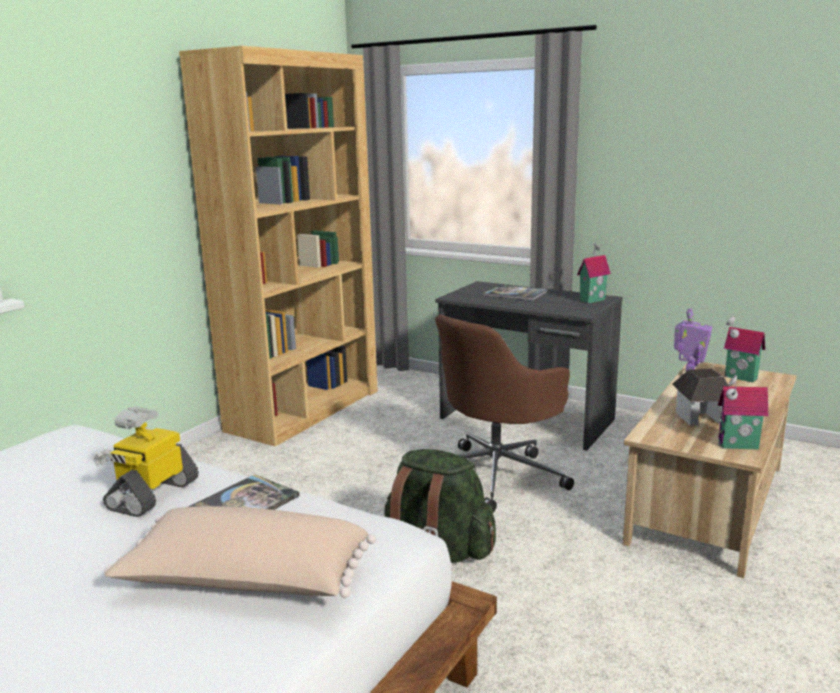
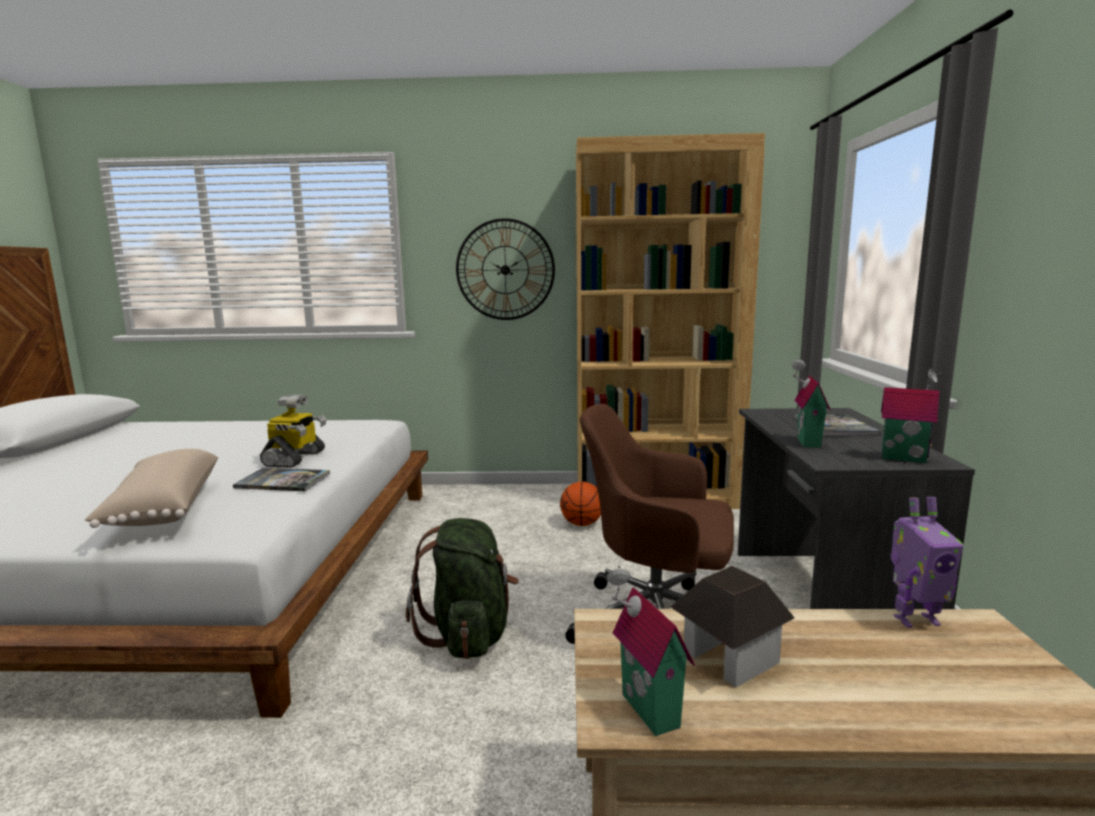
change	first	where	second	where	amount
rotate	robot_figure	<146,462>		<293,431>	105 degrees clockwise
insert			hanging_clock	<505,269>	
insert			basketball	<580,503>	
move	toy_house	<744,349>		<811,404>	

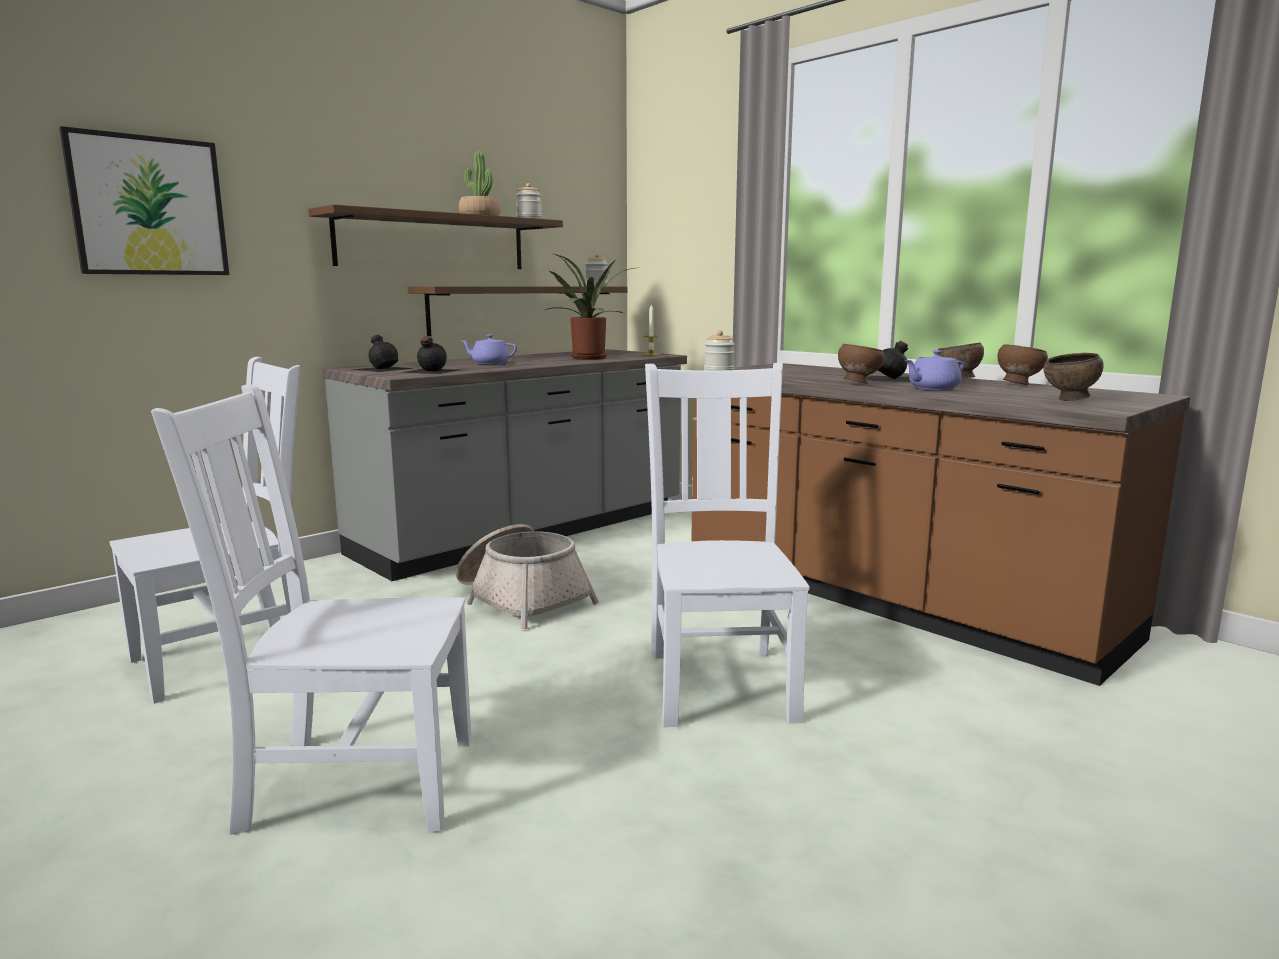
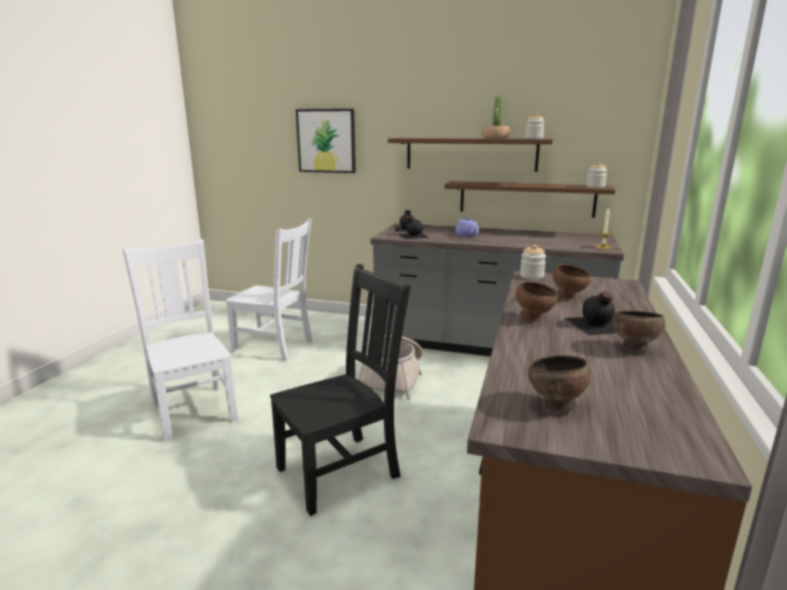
change	first	where	second	where	amount
recolor	white-coloured_chair	<727,545>	black-coloured_chair	<340,390>	
move	brown-coloured_serving_bowl	<1022,364>		<572,282>	
delete	plant_in_a_pot	<589,307>			
delete	purple-coloured_teapot	<934,370>			

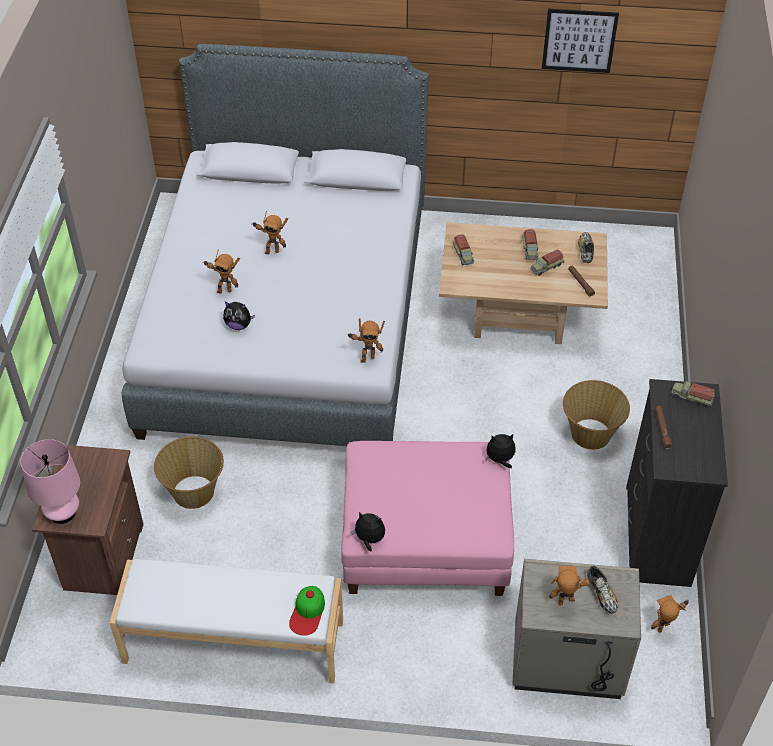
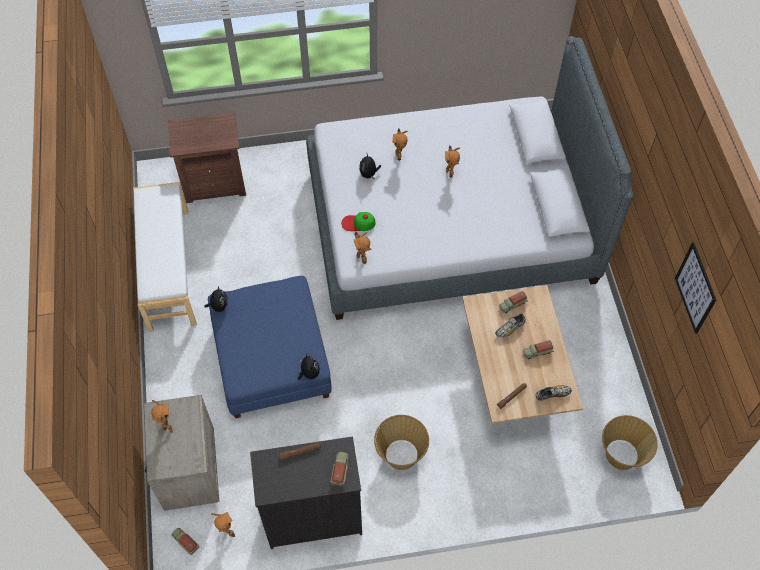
change	first	where	second	where	amount
move	toy_truck	<547,262>		<186,542>	
recolor	pink_pouffe	<427,518>	blue_pouffe	<270,347>	
move	peaked_cap	<307,611>		<358,221>	
move	item_of_footwear	<602,590>		<510,325>	
move	household_basket	<189,473>		<630,442>	
delete	pink_lamp_for_a_table	<50,481>			

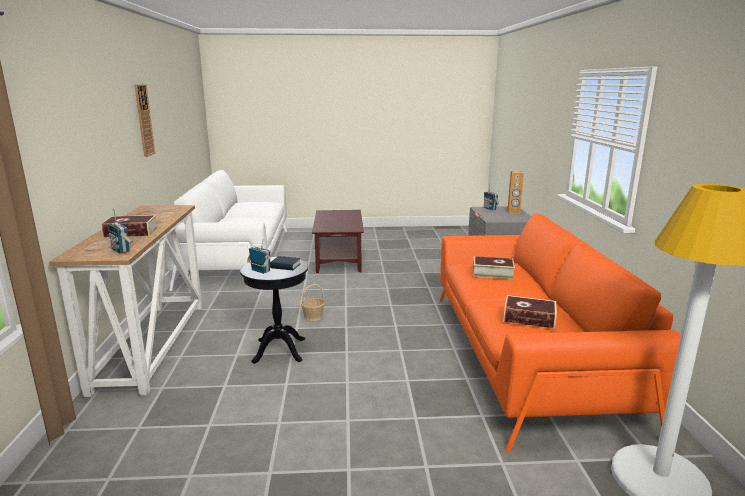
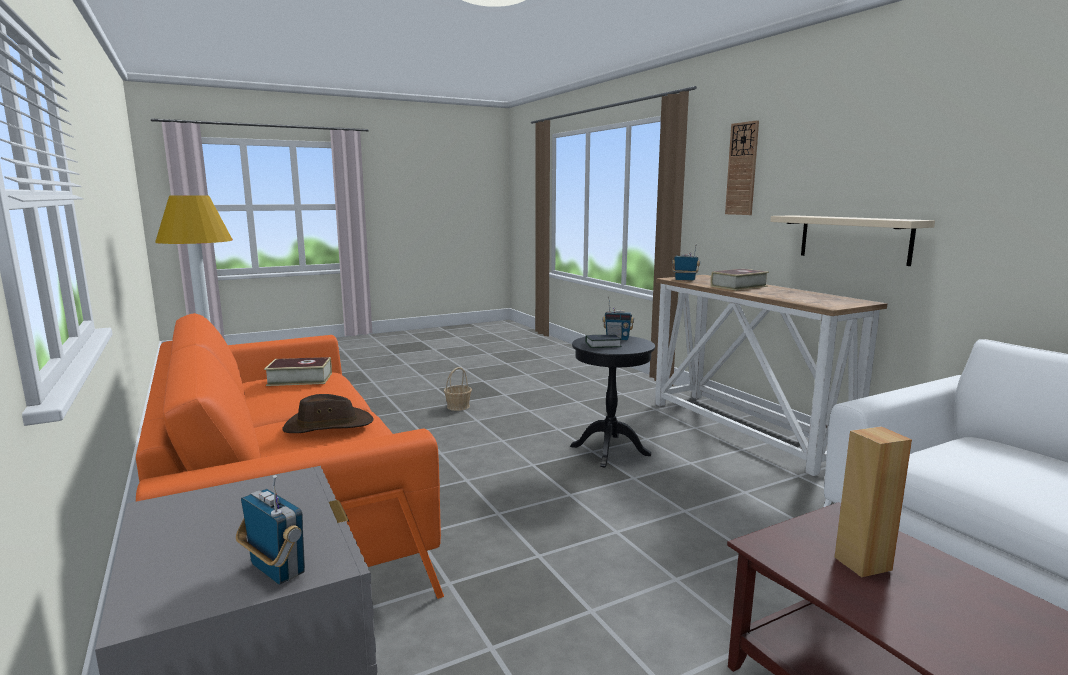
change	first	where	second	where	amount
replace	bound_book	<494,267>	brown-coloured_wearable_hat	<328,413>	
move	household_basket	<313,302>		<458,389>	
move	hanging_clock	<144,120>		<742,167>	
insert			sand-coloured_bracket_shelf	<852,240>	
move	brown-coloured_loudspeaker	<515,192>		<873,501>	

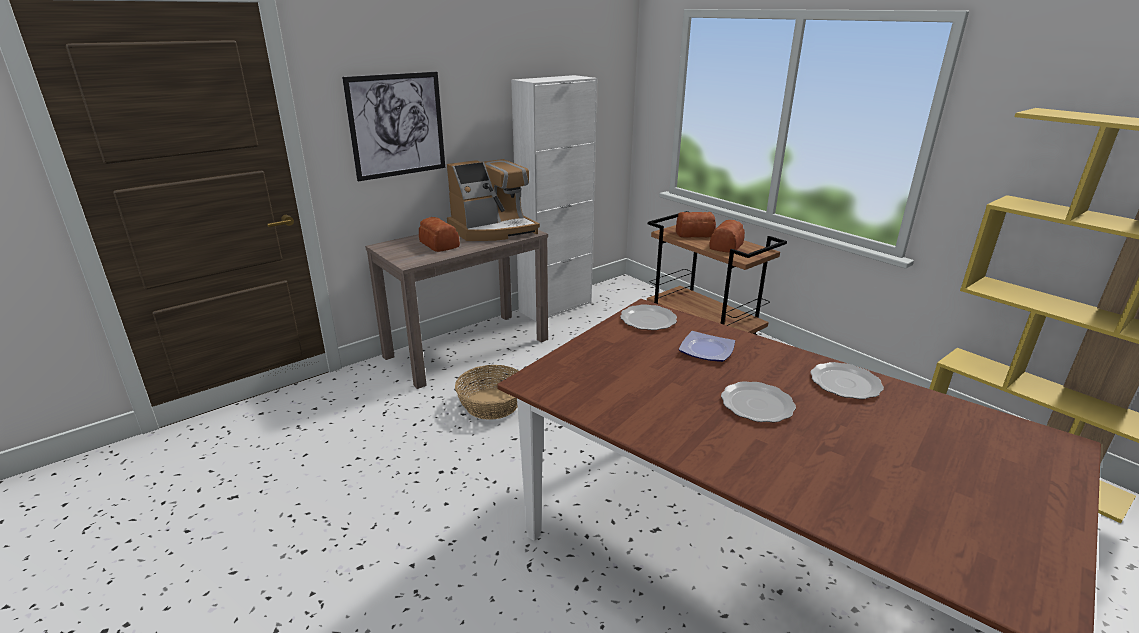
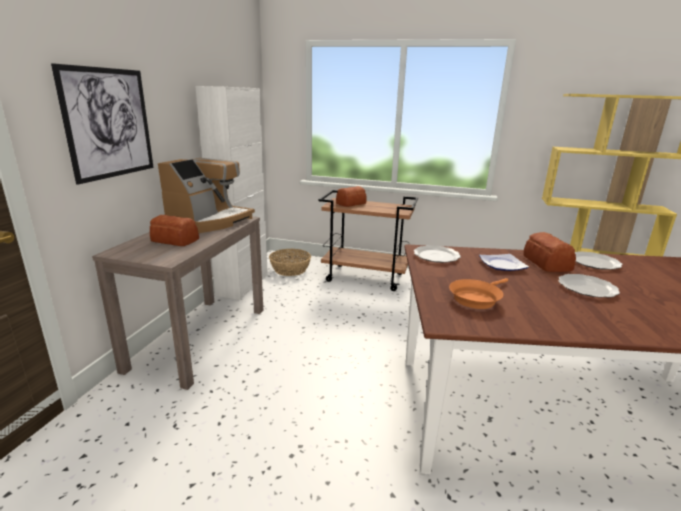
change	first	where	second	where	amount
move	household_basket	<486,392>		<290,262>	
insert			orangey_frying_pan	<478,293>	
move	bread	<727,236>		<549,252>	

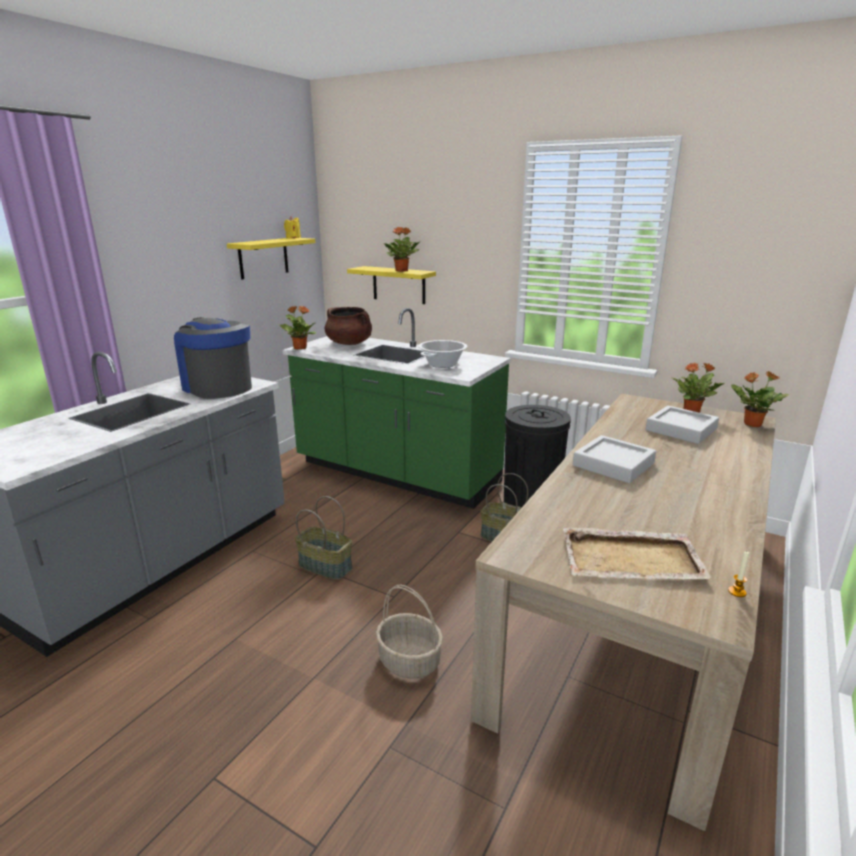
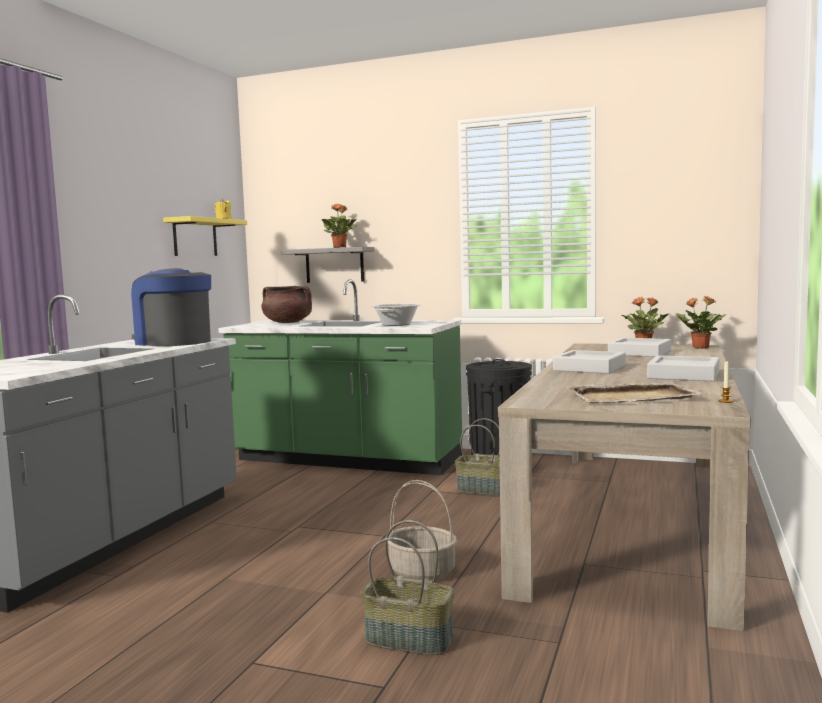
change	first	where	second	where	amount
recolor	yellow-coloured_bracket_shelf	<391,285>	greyish_bracket_shelf	<328,265>	
move	household_basket	<323,538>		<407,587>	
insert			greyish_serving_tray	<683,368>	
delete	plant_in_a_pot	<297,328>			

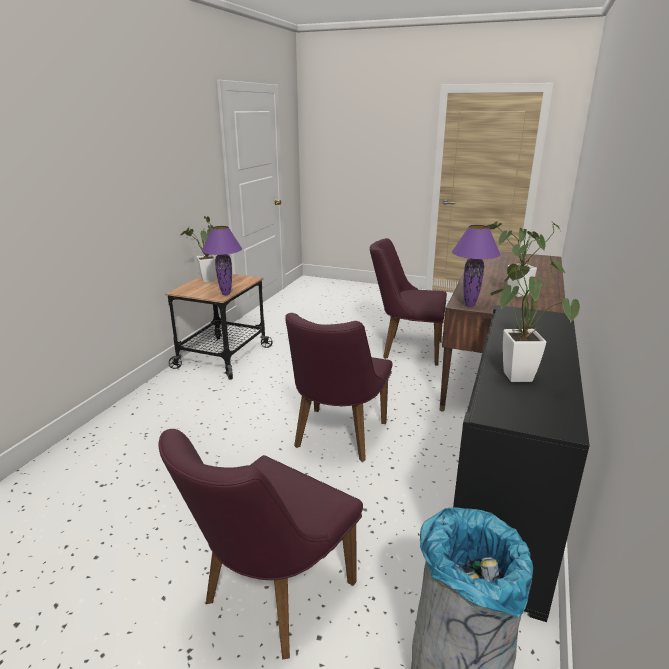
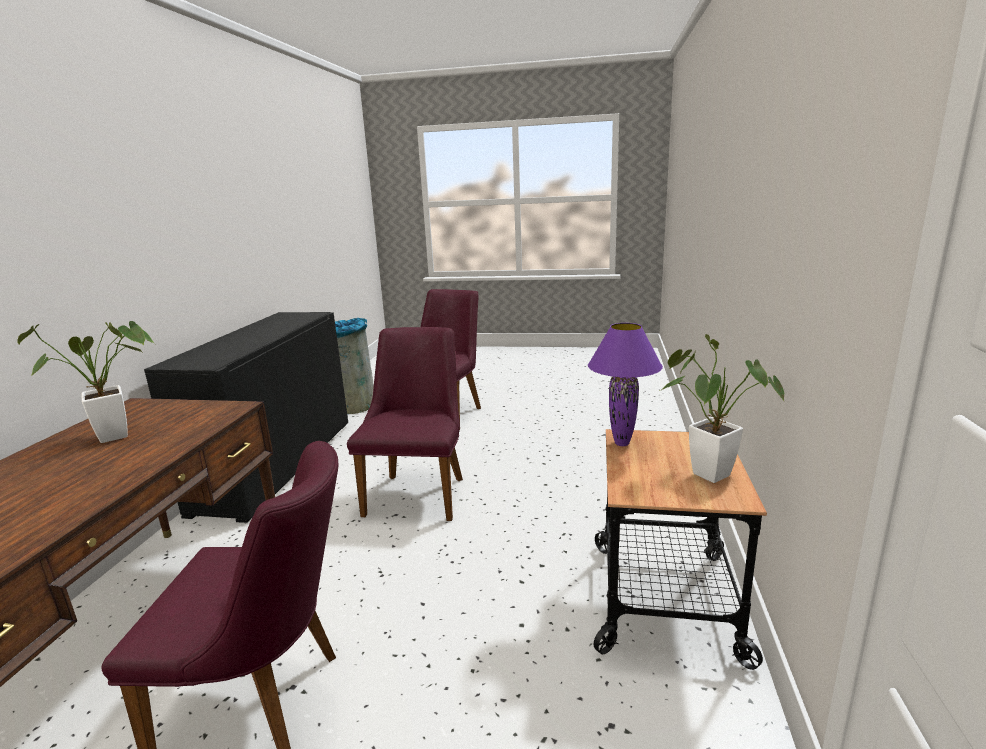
change	first	where	second	where	amount
delete	purple-coloured_lamp_for_a_table	<476,266>			
delete	plant_in_a_pot	<535,319>			

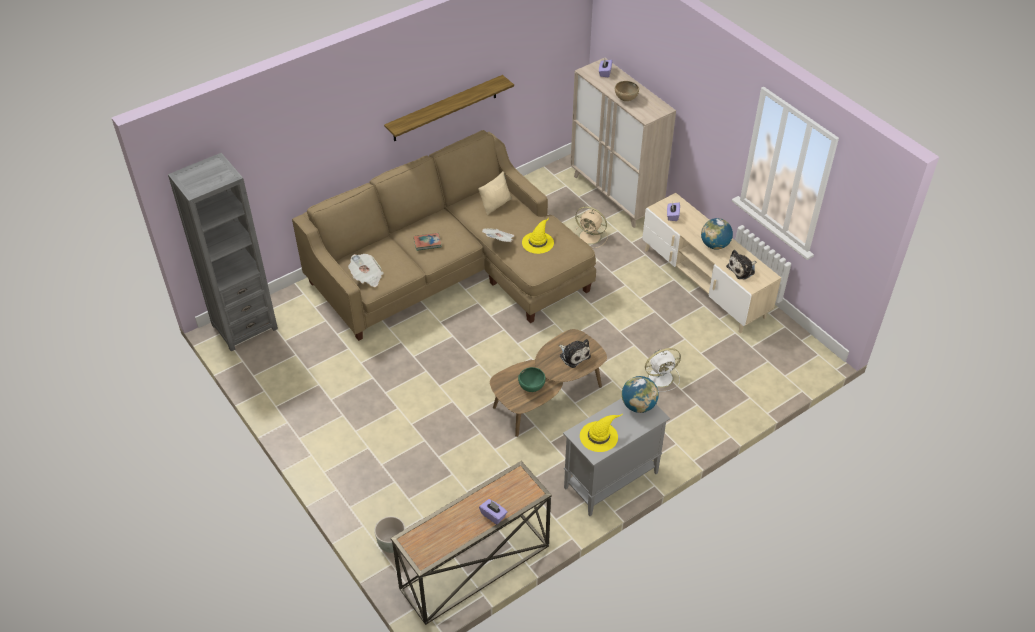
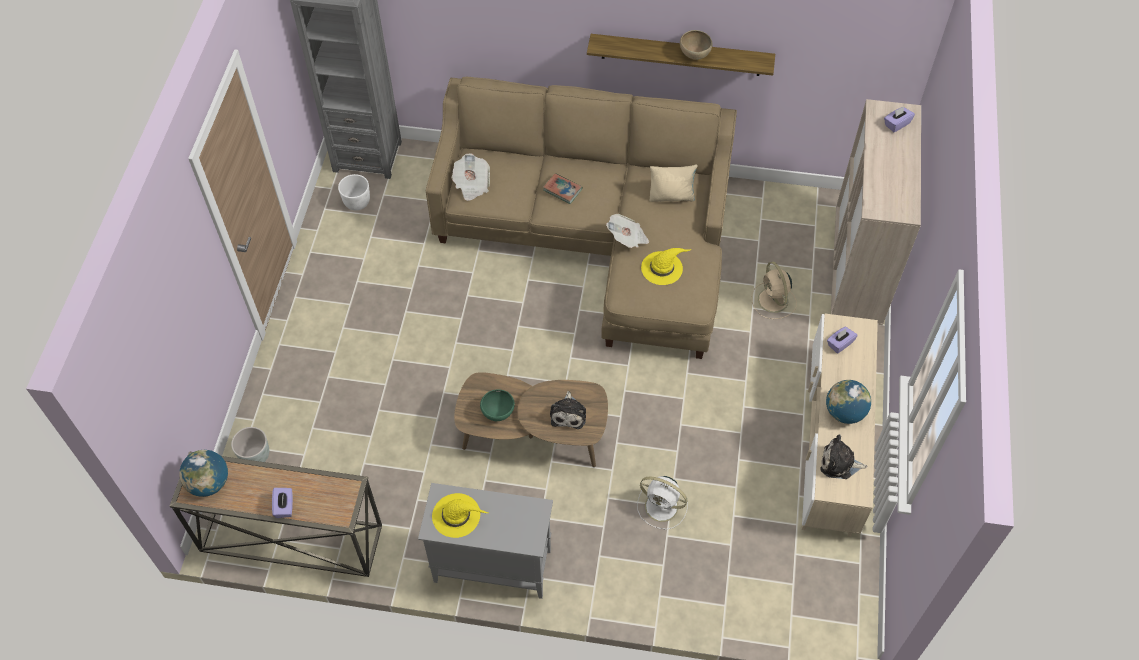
change	first	where	second	where	amount
move	desk_globe	<640,394>		<203,473>	
insert			white-coloured_planter	<354,192>	
move	brown-coloured_serving_bowl	<627,91>		<696,45>	

